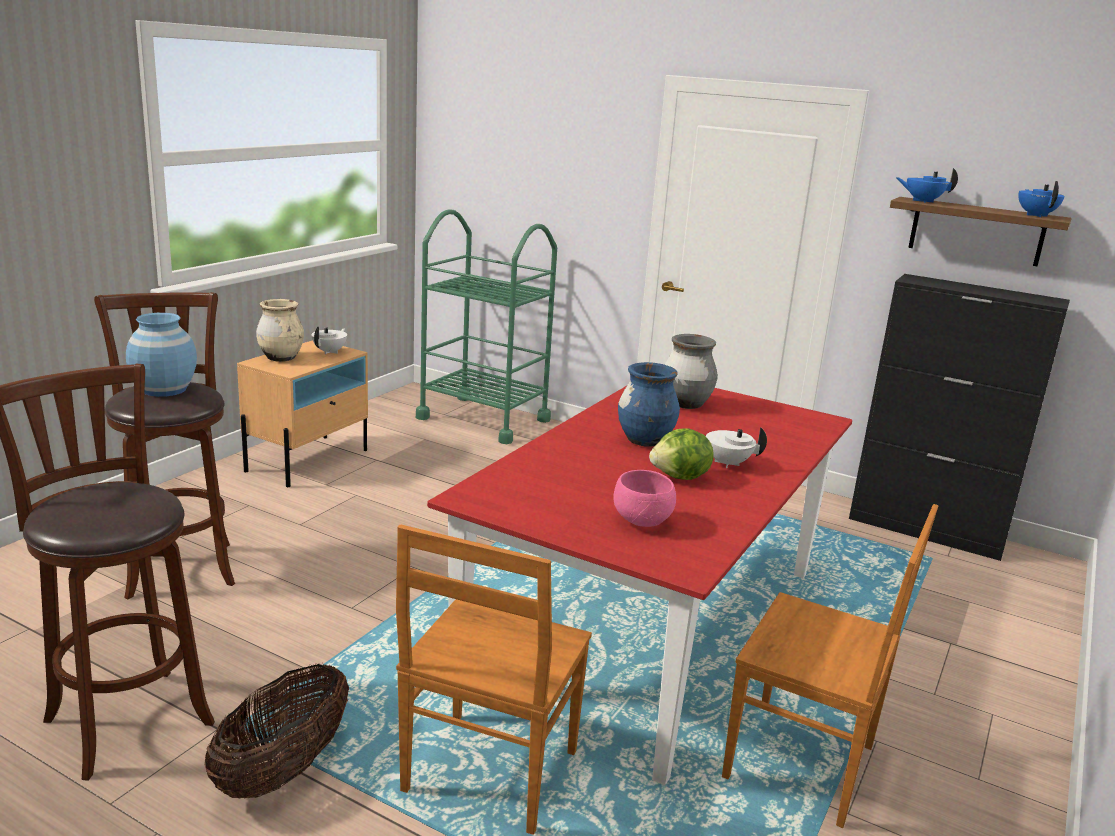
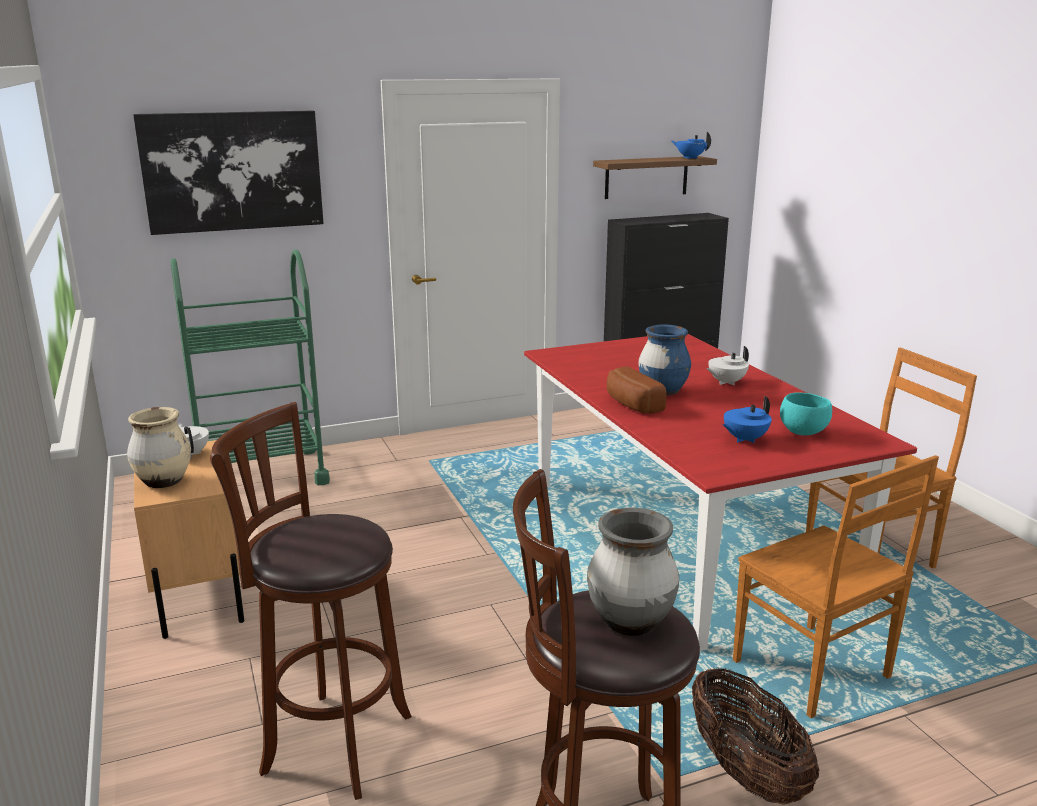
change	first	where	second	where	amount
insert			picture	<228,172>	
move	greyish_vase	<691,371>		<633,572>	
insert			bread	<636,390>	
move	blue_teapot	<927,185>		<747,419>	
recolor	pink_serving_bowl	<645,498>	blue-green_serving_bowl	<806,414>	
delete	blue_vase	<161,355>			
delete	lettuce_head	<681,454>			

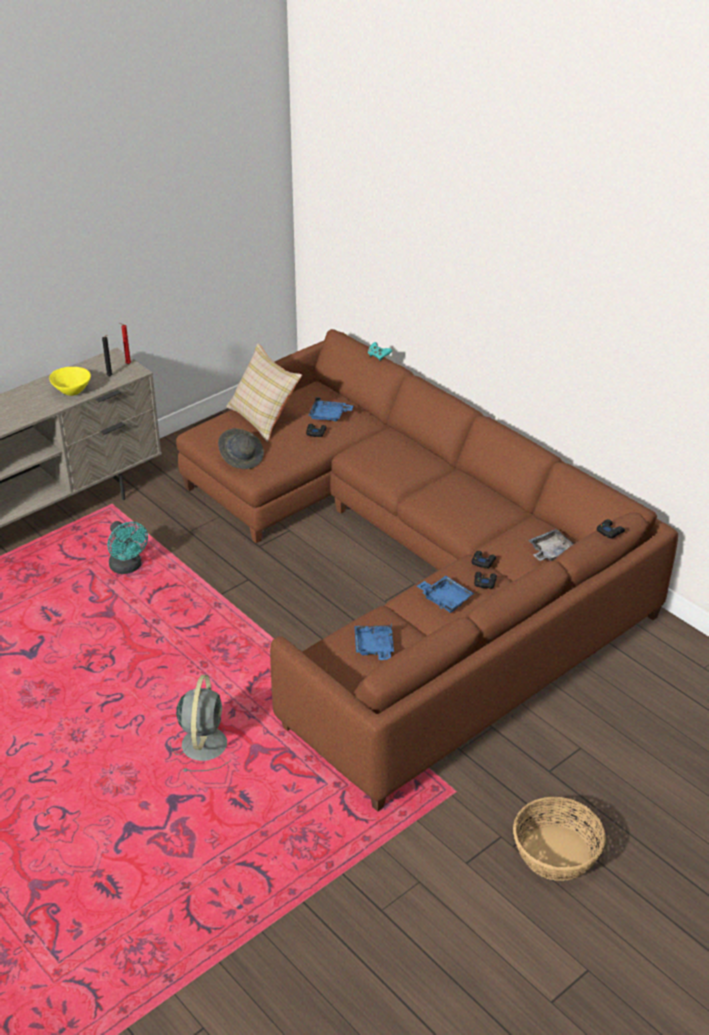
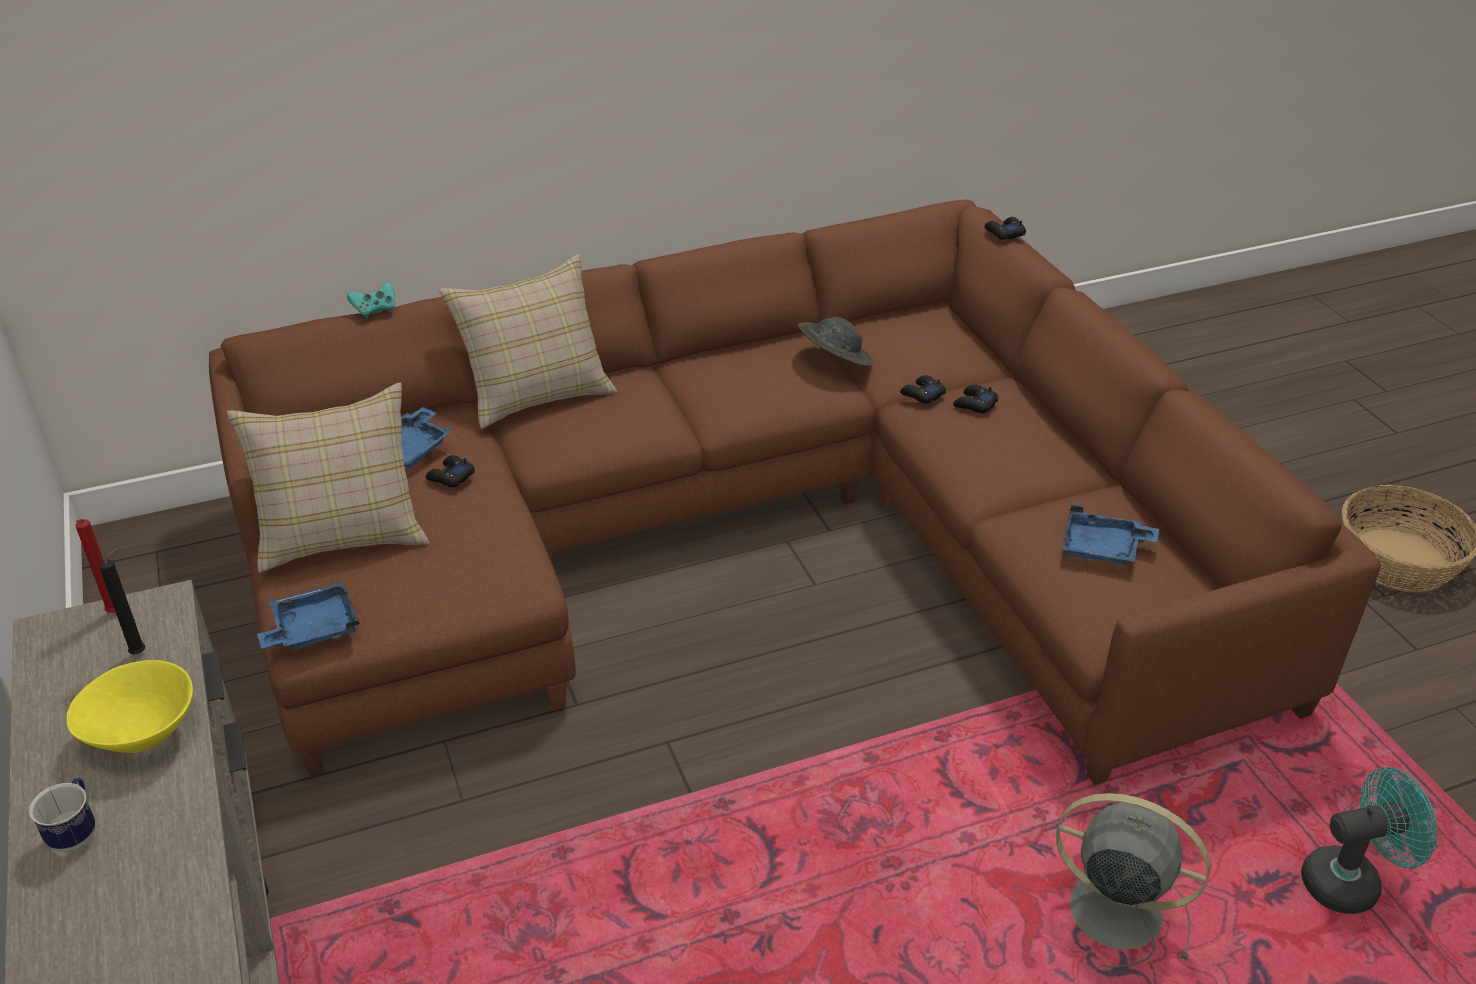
change	first	where	second	where	amount
insert			coffee_mug	<62,814>	
move	blue_serving_tray	<445,594>		<308,616>	
insert			sand-coloured_throw_pillow	<528,341>	
move	greyish_wearable_hat	<241,448>		<835,341>	
move	blue-green_electric_fan	<127,547>		<1369,840>	
delete	greyish_serving_tray	<551,545>			

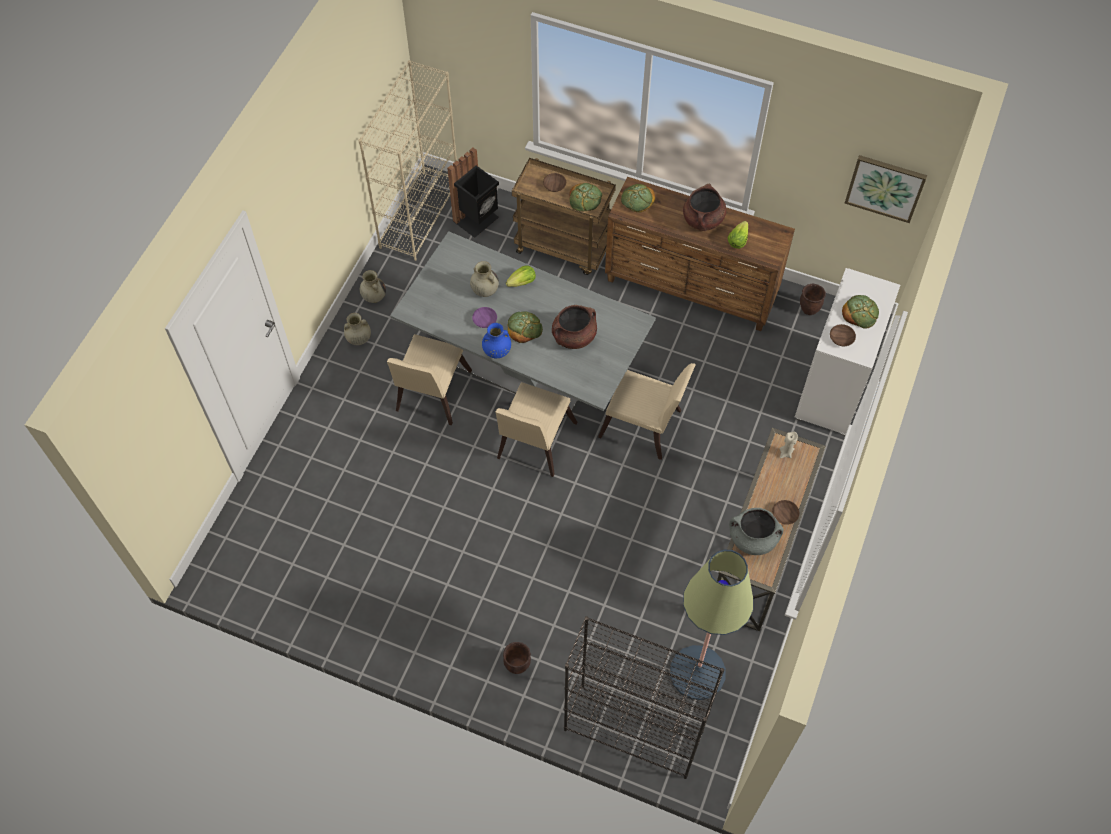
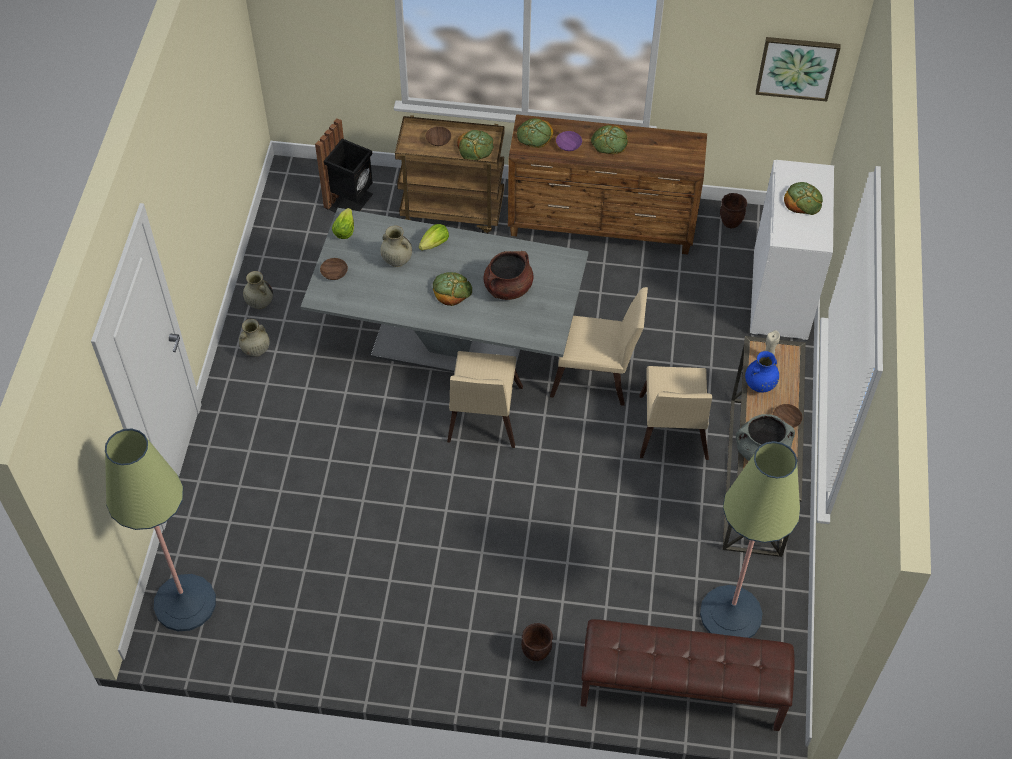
change	first	where	second	where	amount
insert			floor_lamp	<160,530>	
move	brown-coloured_serving_bowl	<843,335>		<334,269>	
move	lettuce_head	<738,235>		<343,223>	
move	purple-coloured_serving_bowl	<484,317>		<569,141>	
replace	black-coloured_bookshelf	<644,697>	brown-coloured_bench	<688,675>	
replace	brown-coloured_cooking_pot	<704,207>	bread	<609,139>	
move	sand-coloured_chair	<429,379>		<675,413>	
move	blue_vase	<496,340>		<762,372>	
delete	sand-coloured_bookshelf	<407,160>			

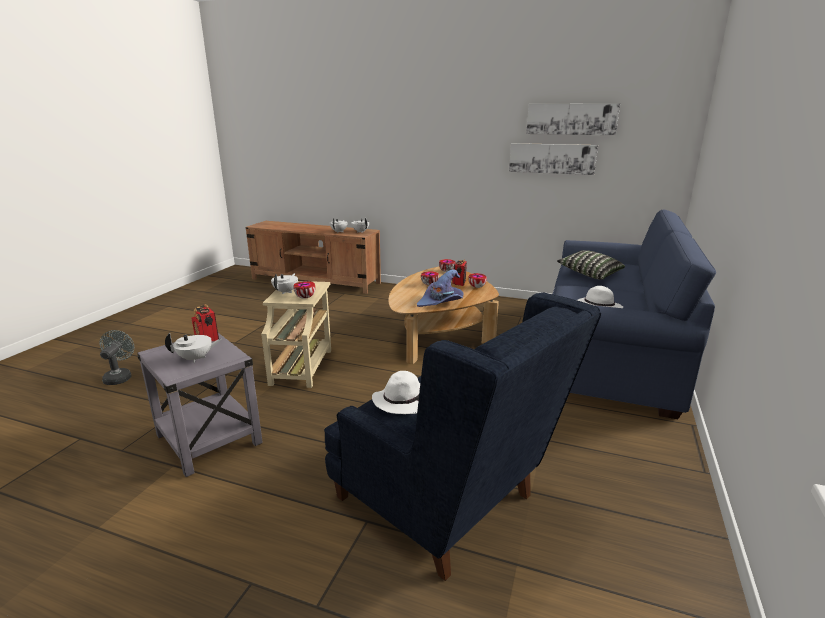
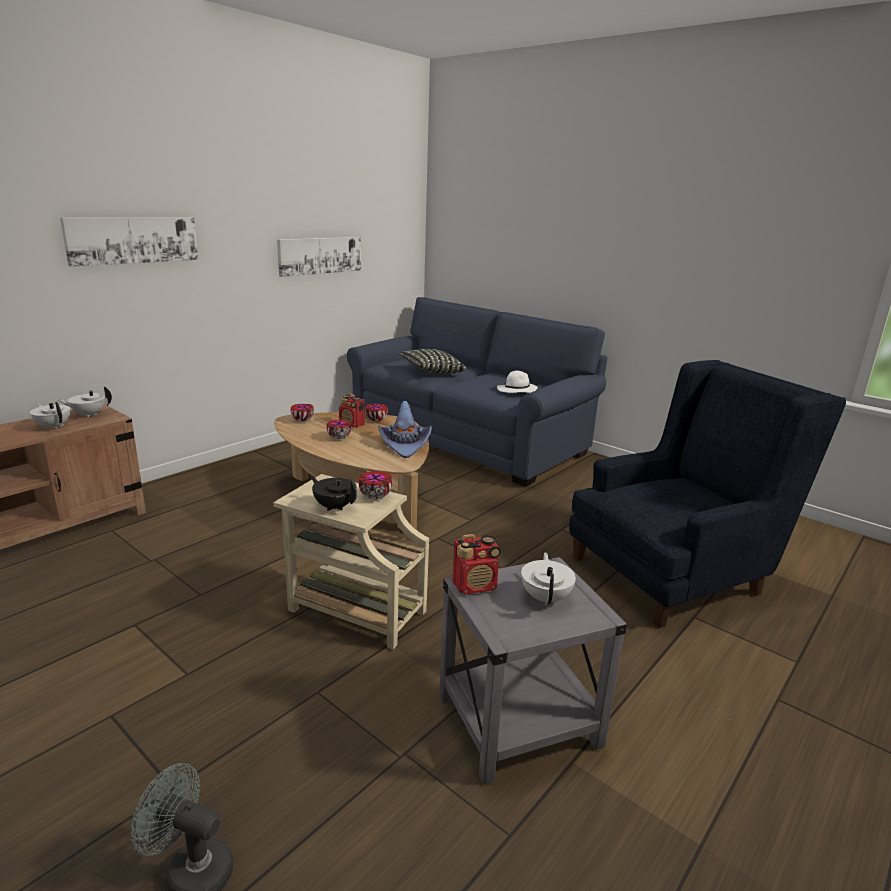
change	first	where	second	where	amount
move	picture	<573,119>		<129,242>	
recolor	white-coloured_teapot	<284,283>	black-coloured_teapot	<334,494>	
delete	white-coloured_wearable_hat	<396,392>			

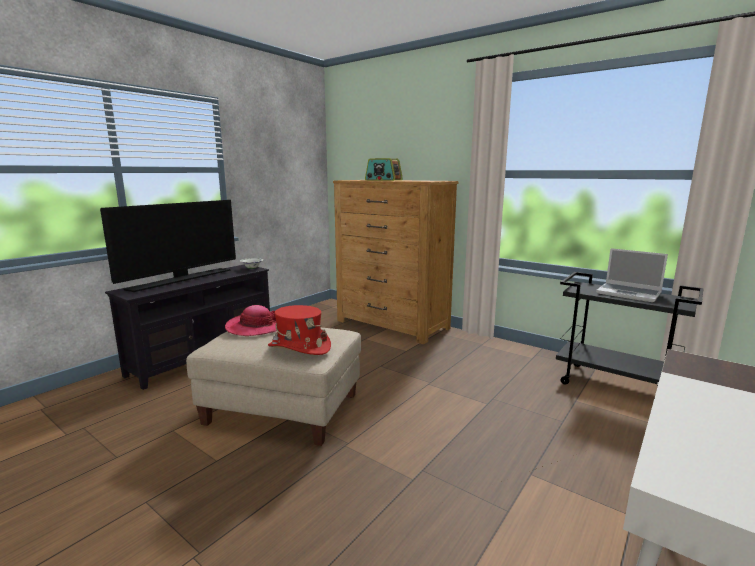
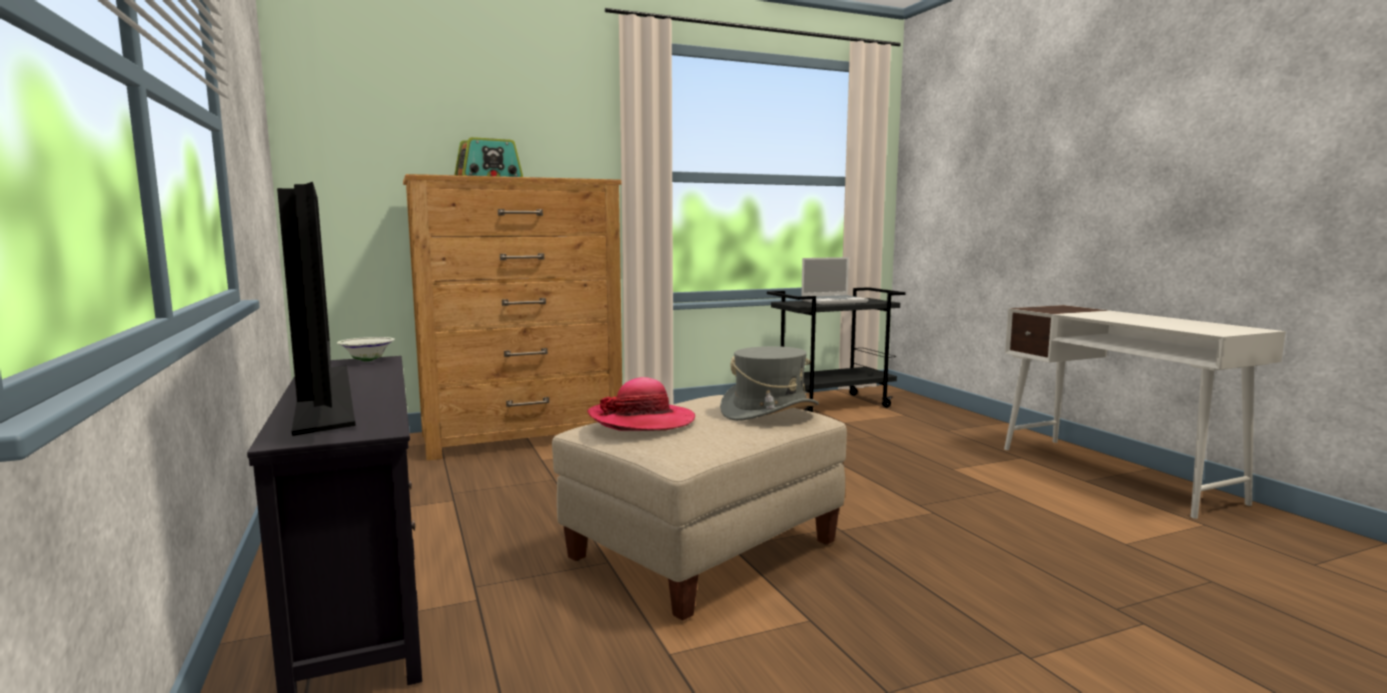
change	first	where	second	where	amount
recolor	reddish_wearable_hat	<299,330>	greyish_wearable_hat	<769,383>	

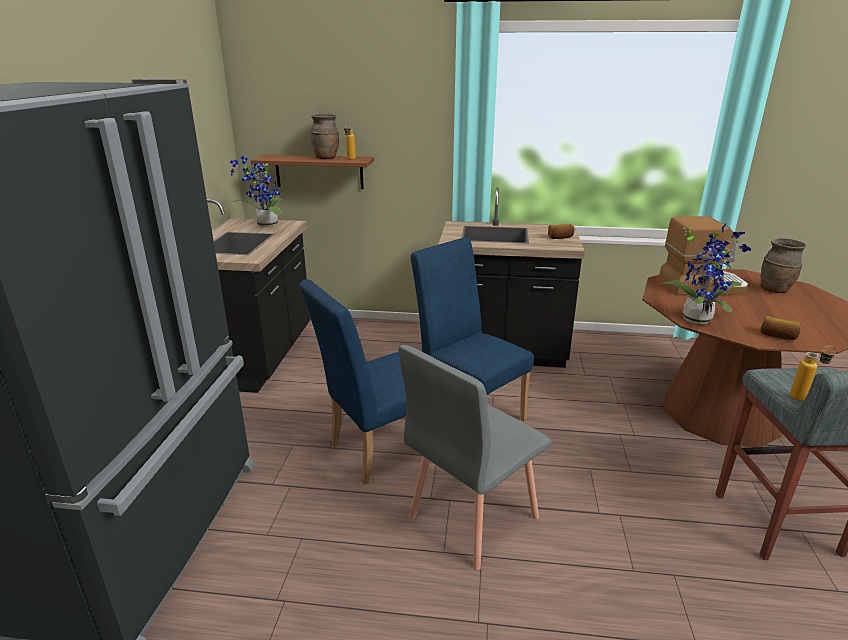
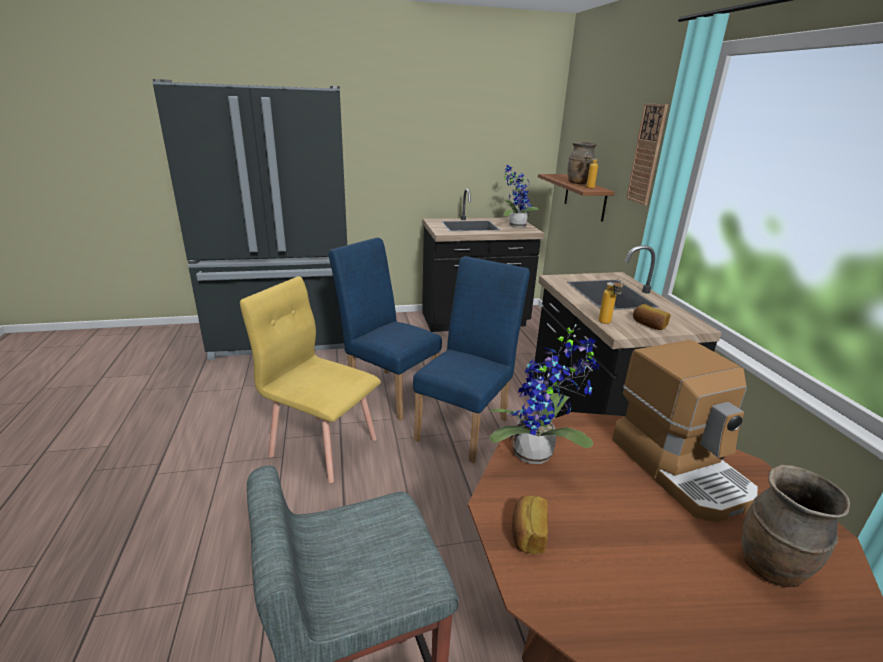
change	first	where	second	where	amount
recolor	greyish_chair	<475,457>	yellow-coloured_chair	<310,379>	
move	beverage_bottle	<813,373>		<611,301>	
insert			hanging_clock	<647,154>	

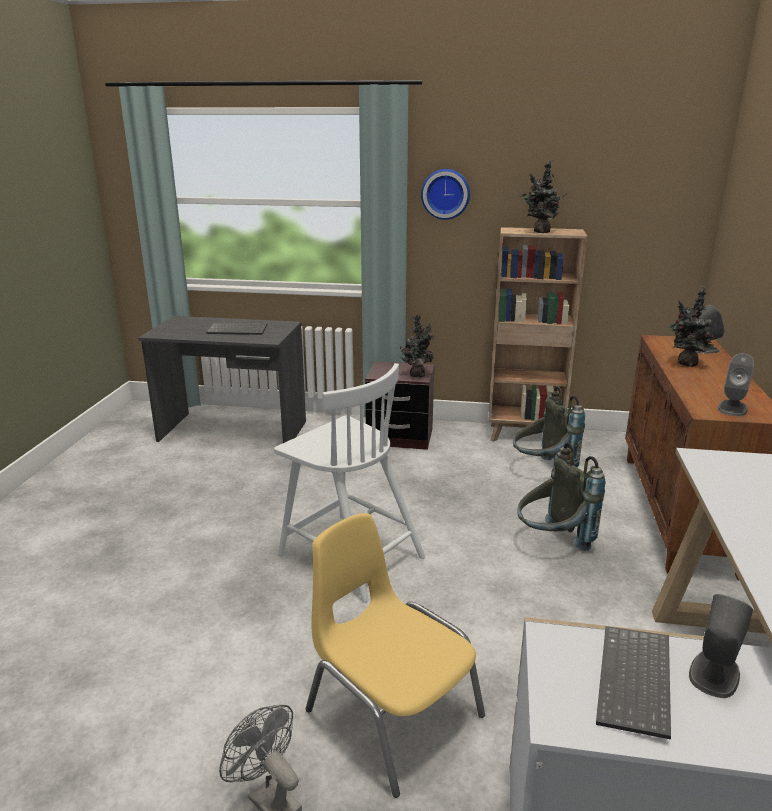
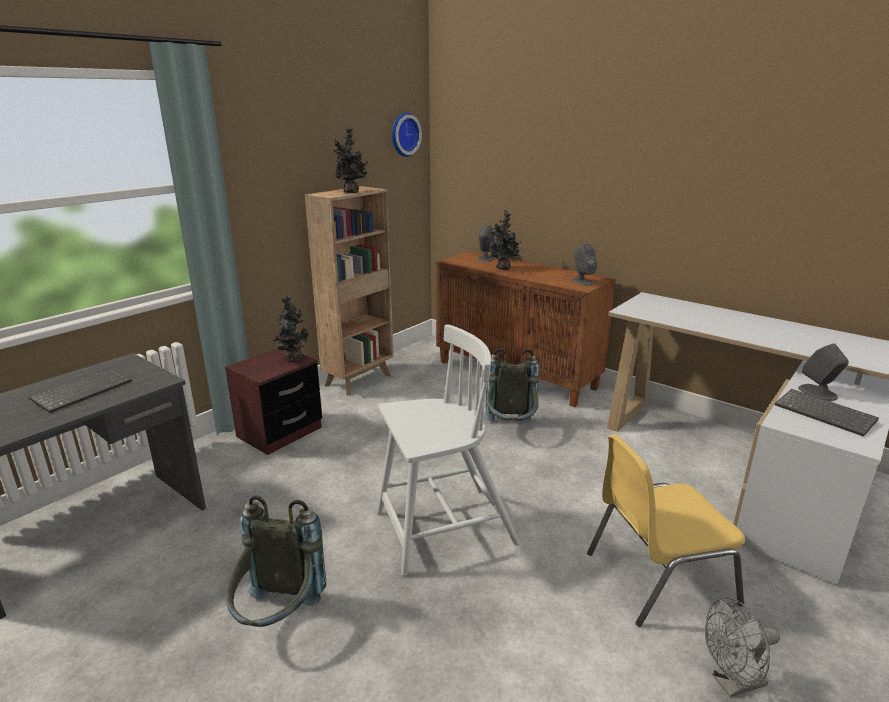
change	first	where	second	where	amount
move	greyish_knapsack	<549,426>		<276,561>	
move	hanging_clock	<445,194>		<407,134>	

